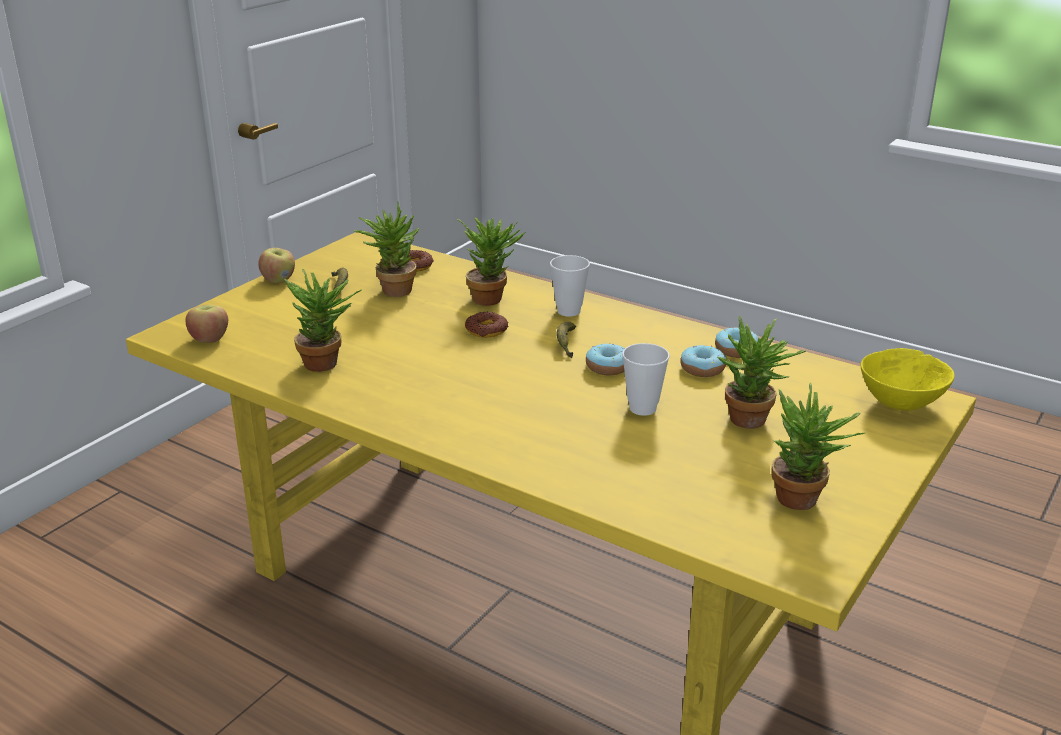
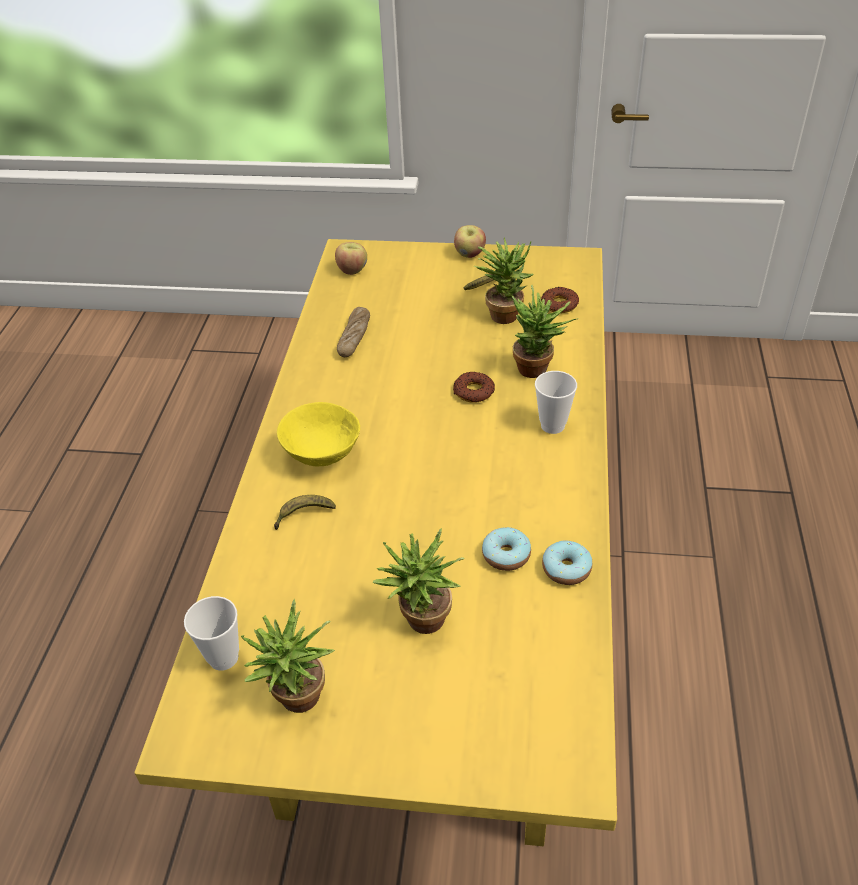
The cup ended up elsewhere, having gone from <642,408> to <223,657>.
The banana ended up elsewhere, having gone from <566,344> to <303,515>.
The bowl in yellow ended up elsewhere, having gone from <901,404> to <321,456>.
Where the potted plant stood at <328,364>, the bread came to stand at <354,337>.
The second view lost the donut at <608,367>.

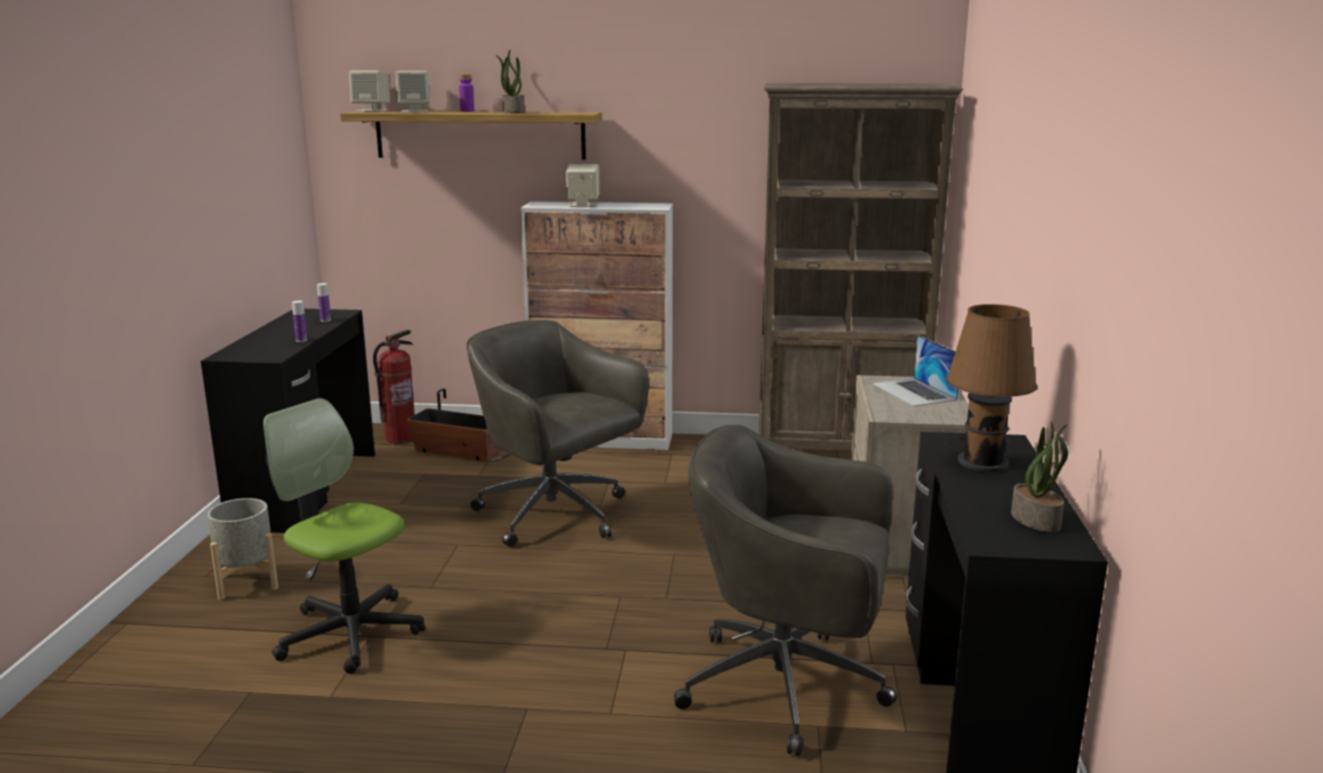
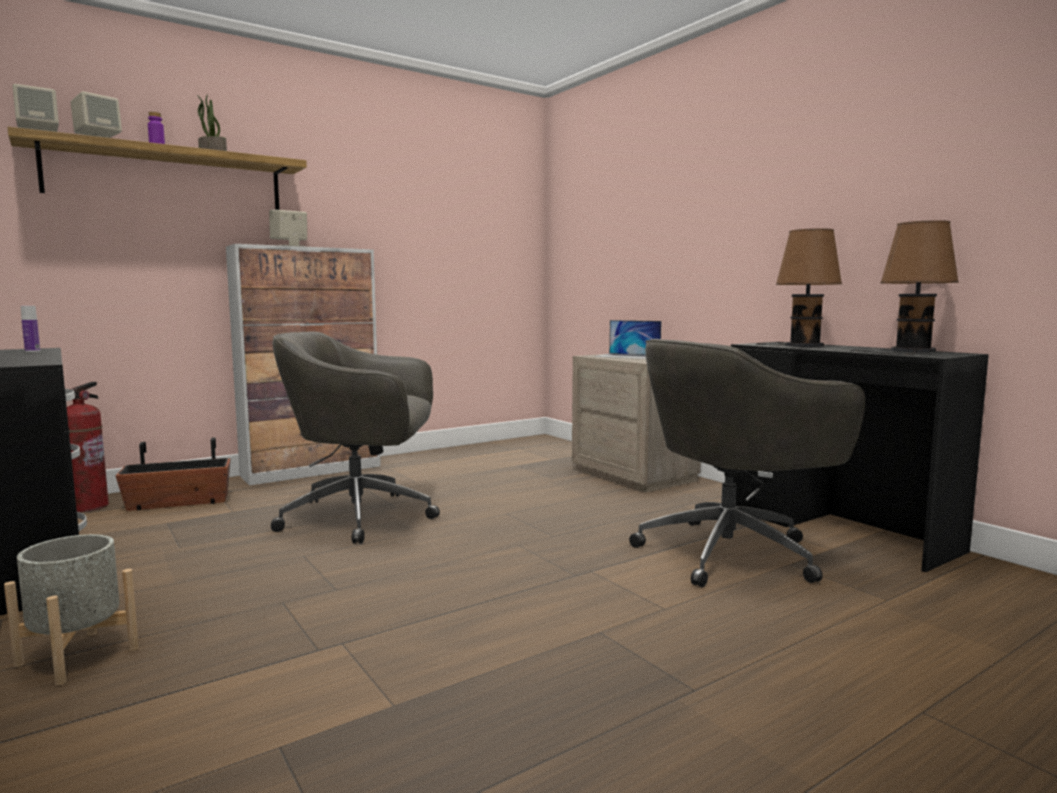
Where the potted plant stood at <1036,520>, the table lamp in brown came to stand at <910,351>.
The second view lost the office chair at <350,633>.
The second view lost the bottle at <301,340>.
The second view lost the bookcase in brown at <840,451>.

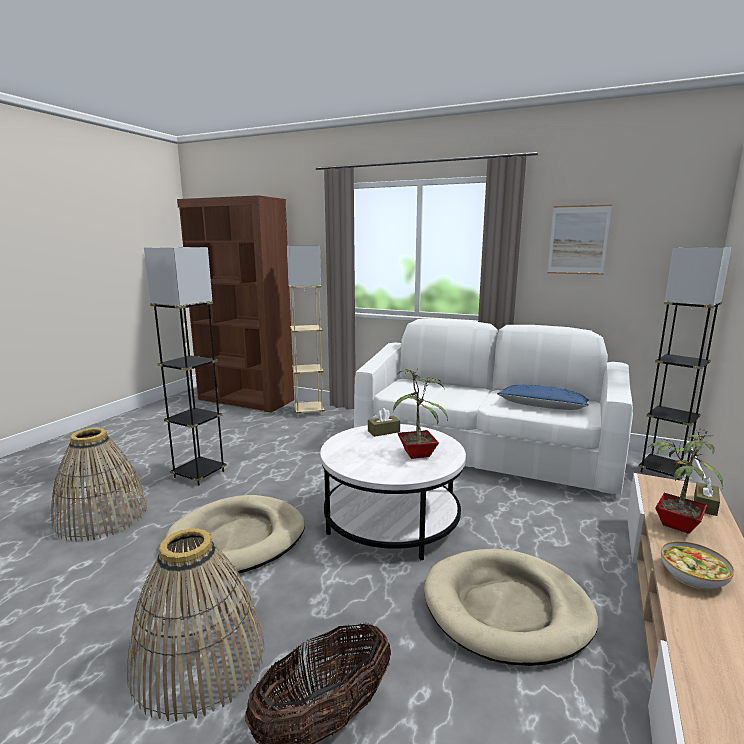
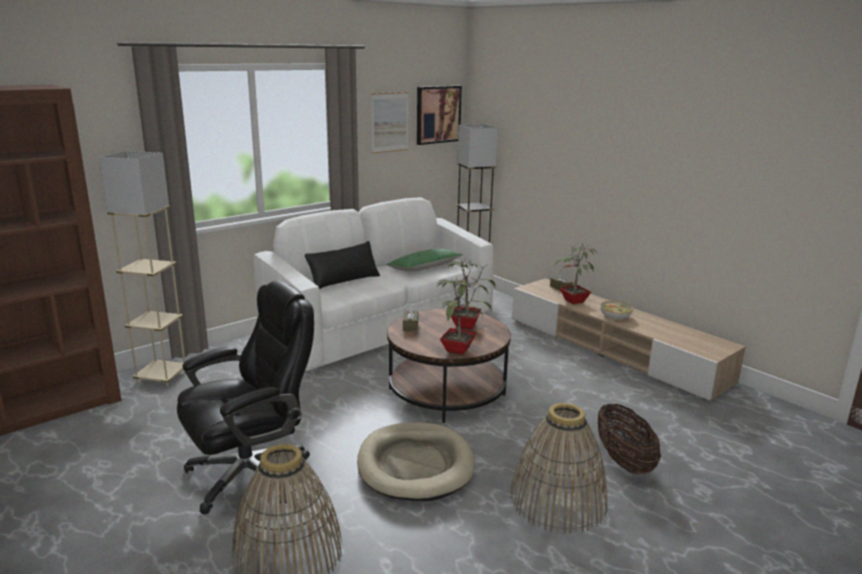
Where the floor lamp in grey stood at <199,474>, the office chair in black came to stand at <251,474>.
The second view gained the pillow in black at <343,280>.
What was the pillow in blue at <542,406> turned into the pillow in green at <424,268>.
What was the coffee table in white at <391,520> turned into the coffee table in brown at <447,391>.
The second view gained the picture at <438,114>.
The second view gained the potted plant at <458,349>.
The second view lost the dog bed in beige at <506,609>.

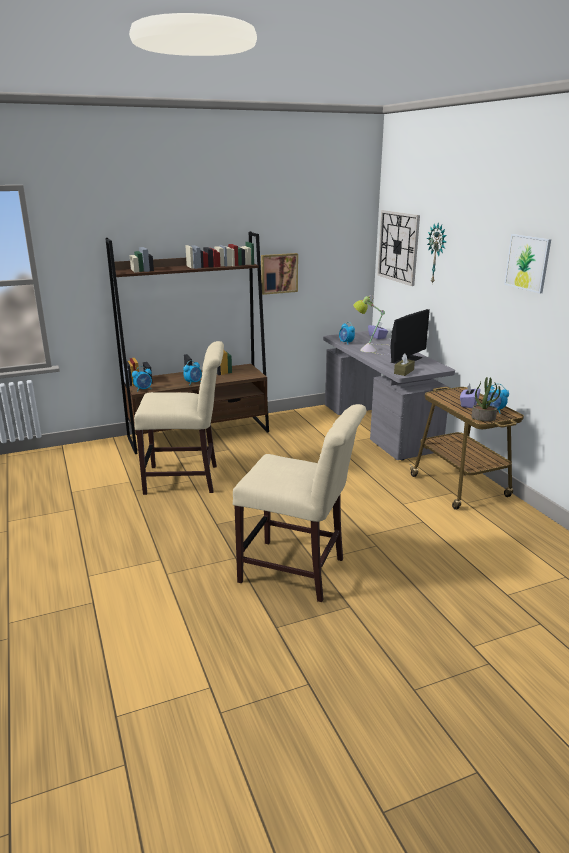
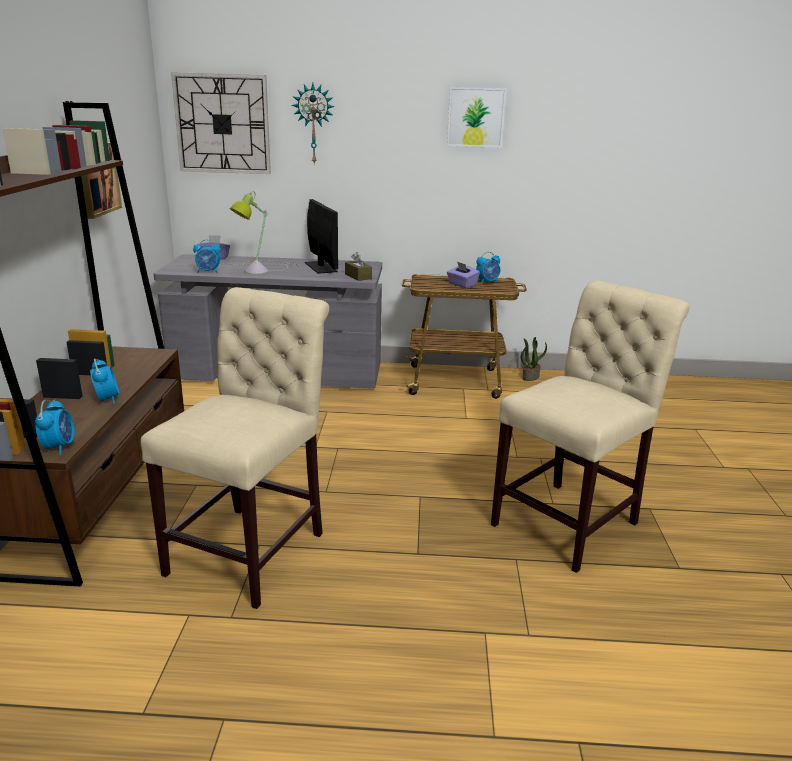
The potted plant ended up elsewhere, having gone from <483,418> to <530,377>.

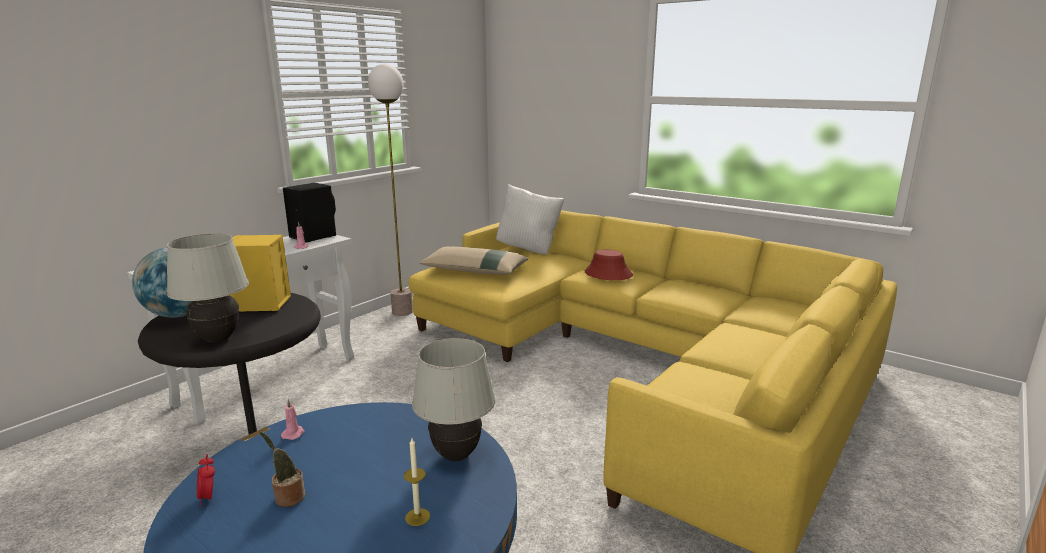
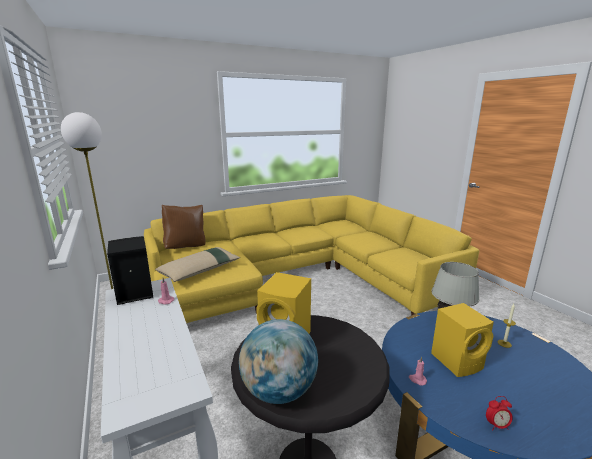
What was the pillow in white at <529,249> turned into the pillow in brown at <186,247>.
The second view gained the speaker in yellow at <458,361>.
The second view lost the table lamp in white at <218,339>.
The second view lost the potted plant at <288,497>.
The second view lost the hat in red at <608,274>.

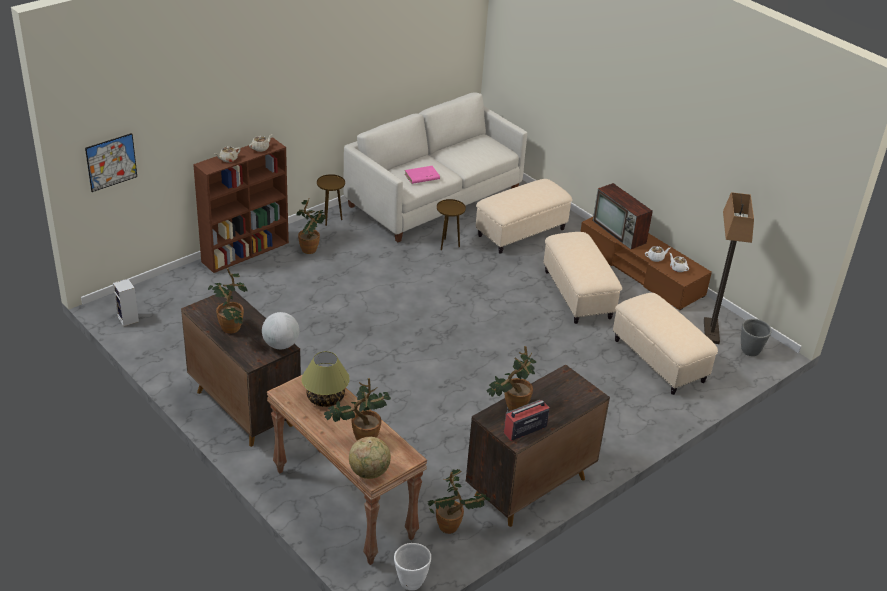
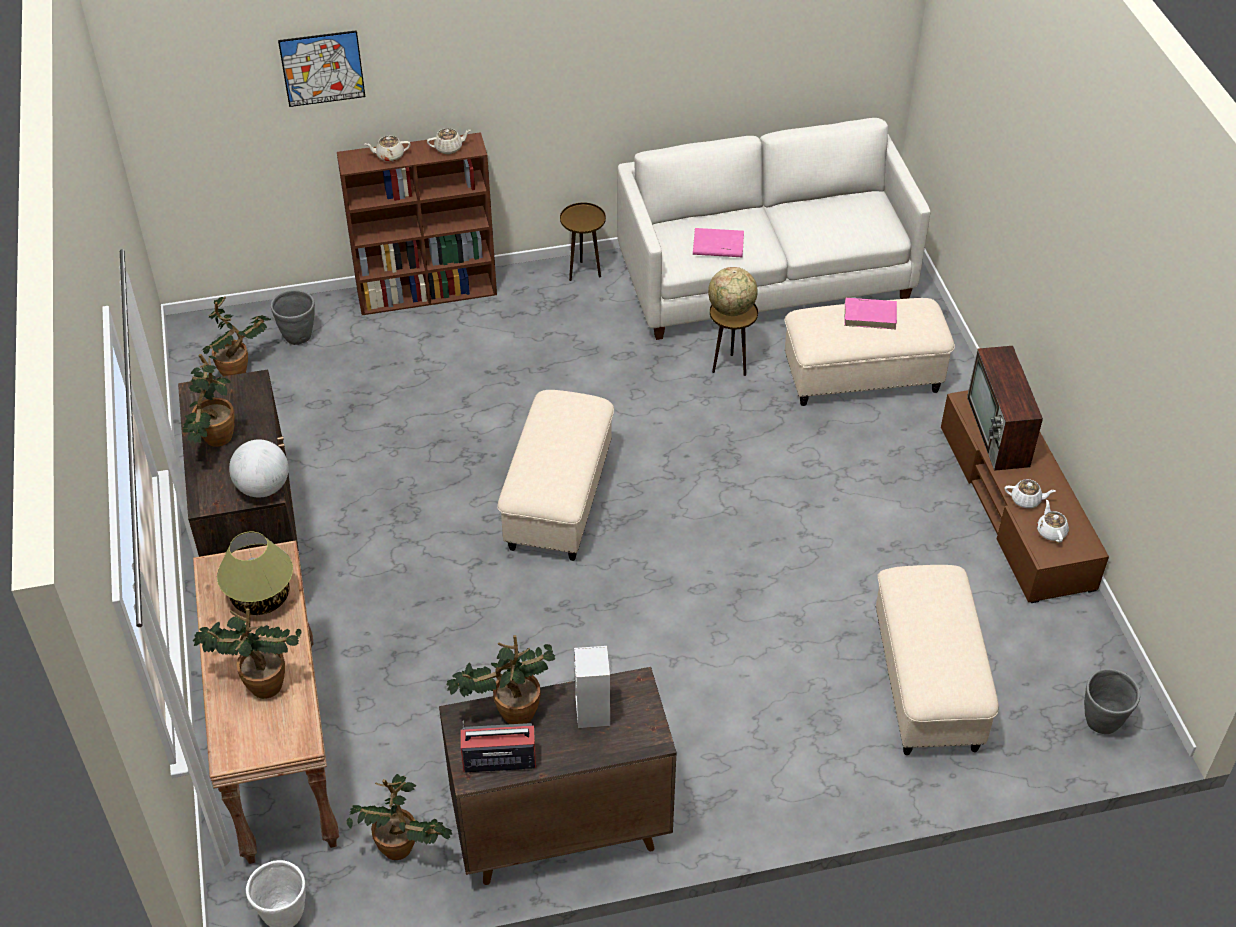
The potted plant ended up elsewhere, having gone from <311,248> to <240,371>.
The second view gained the planter in grey at <298,337>.
The picture ended up elsewhere, having gone from <111,162> to <322,68>.
The ottoman in beige ended up elsewhere, having gone from <576,294> to <558,499>.
The speaker ended up elsewhere, having gone from <128,319> to <593,713>.
The globe ended up elsewhere, having gone from <369,472> to <731,310>.
The second view gained the book in pink at <870,315>.
The second view lost the floor lamp at <711,332>.

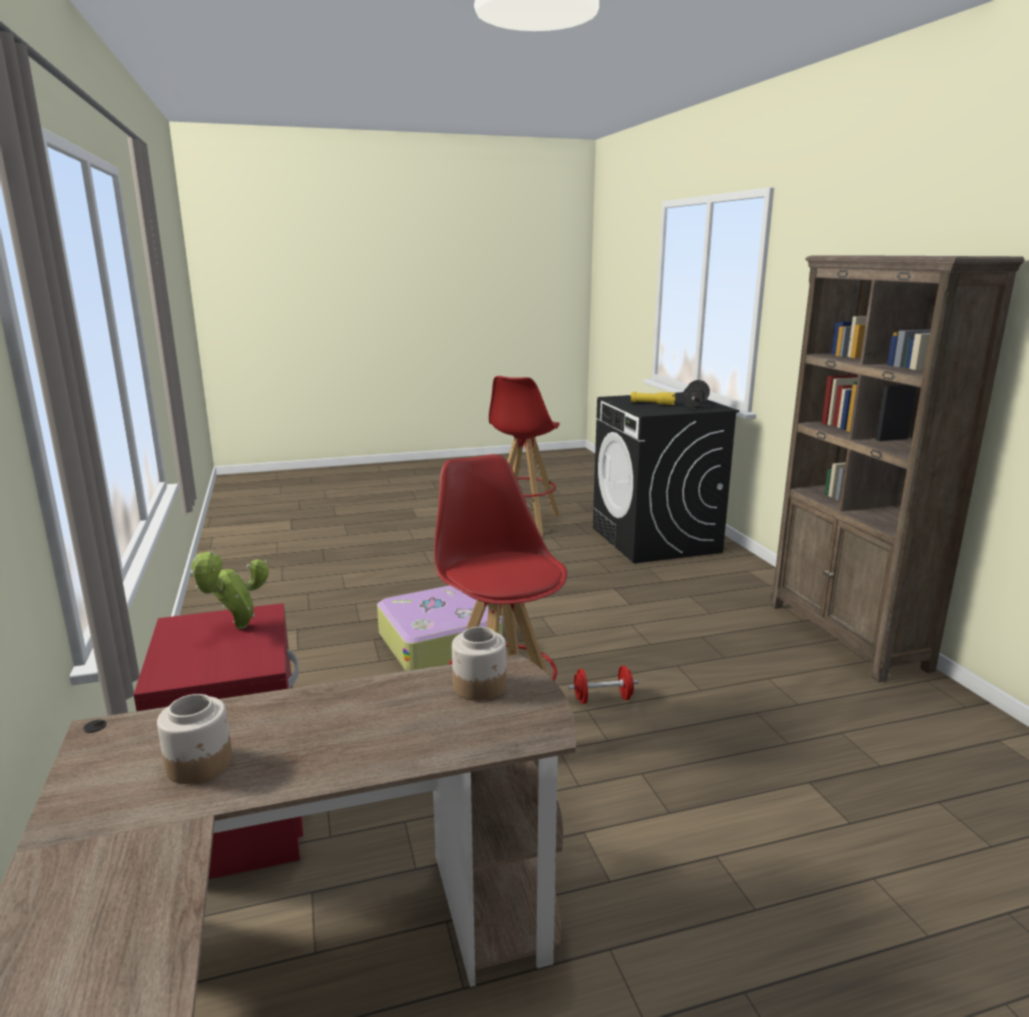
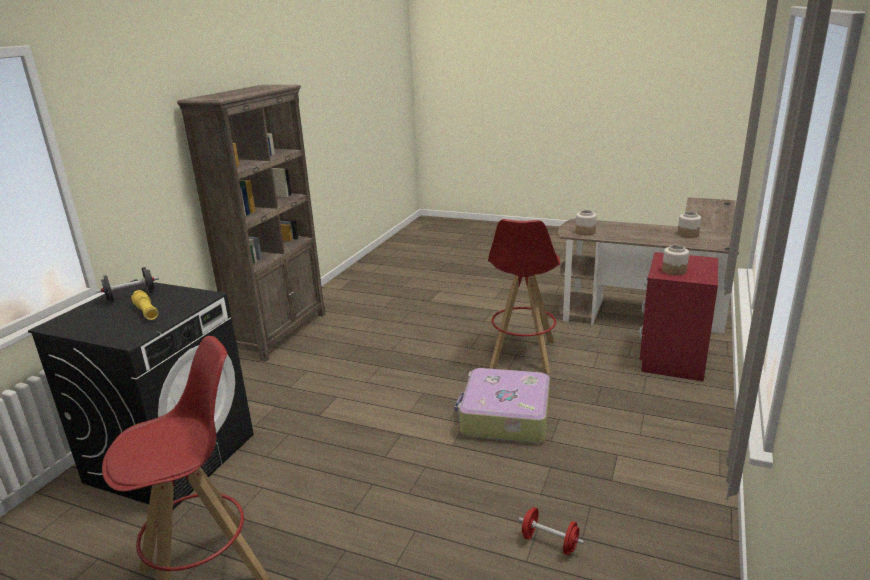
The dumbbell in red ended up elsewhere, having gone from <602,699> to <549,542>.
Where the potted plant stood at <237,628>, the jar came to stand at <674,270>.

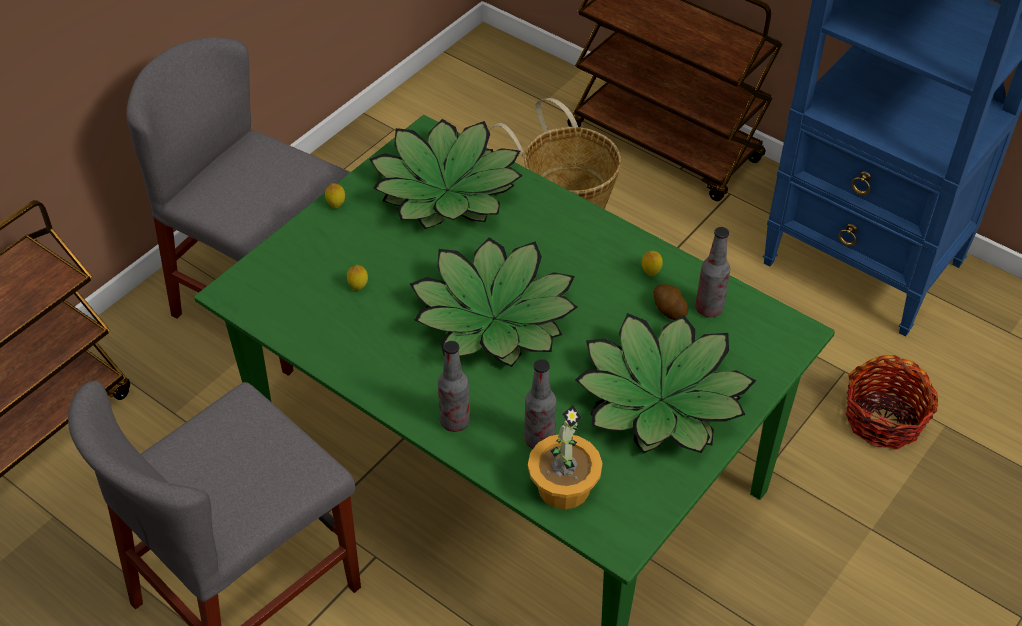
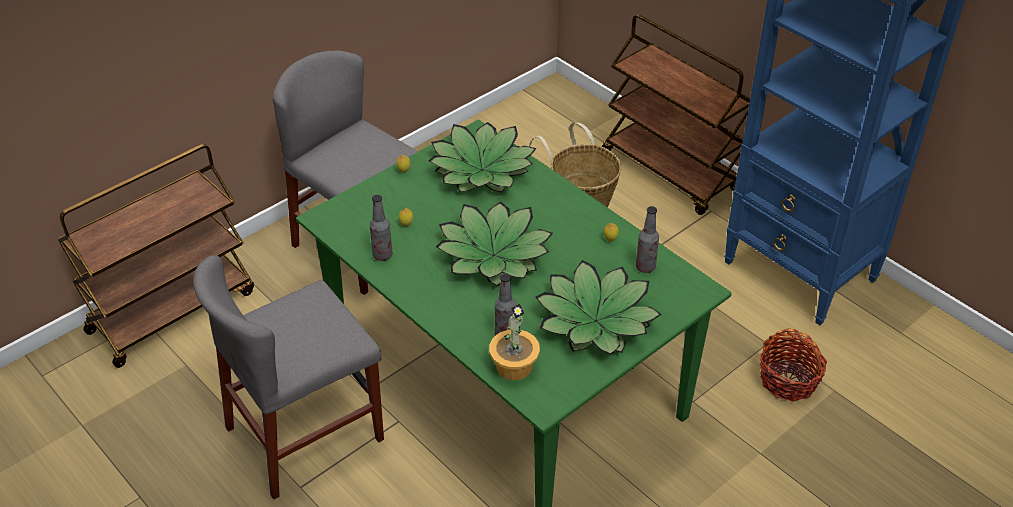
The bottle ended up elsewhere, having gone from <455,421> to <382,255>.
The second view lost the potato at <668,310>.

